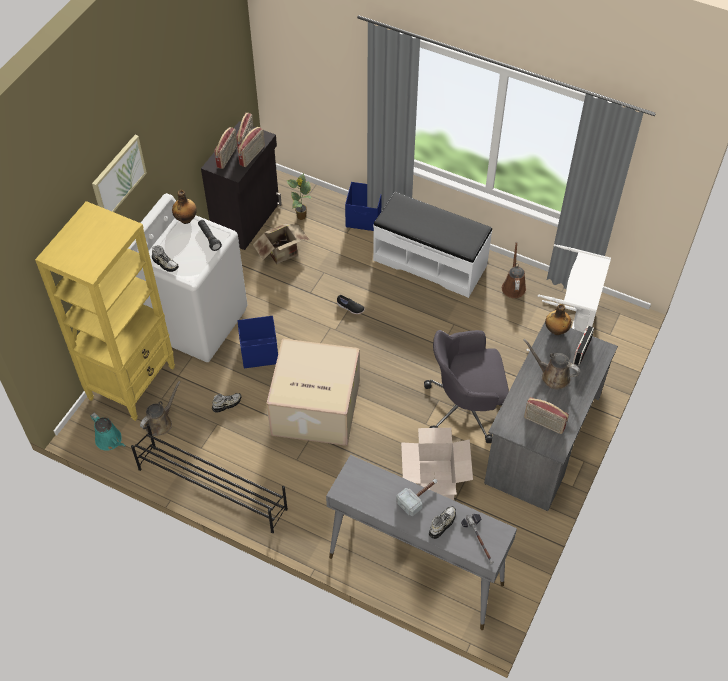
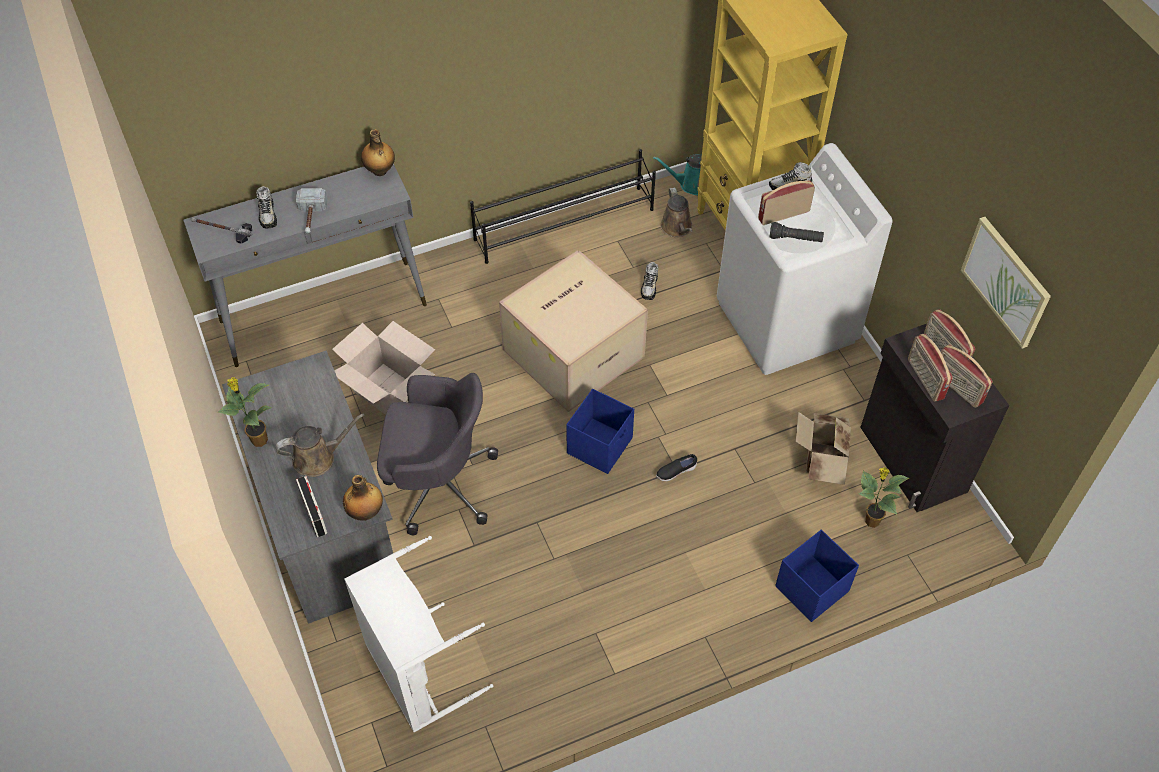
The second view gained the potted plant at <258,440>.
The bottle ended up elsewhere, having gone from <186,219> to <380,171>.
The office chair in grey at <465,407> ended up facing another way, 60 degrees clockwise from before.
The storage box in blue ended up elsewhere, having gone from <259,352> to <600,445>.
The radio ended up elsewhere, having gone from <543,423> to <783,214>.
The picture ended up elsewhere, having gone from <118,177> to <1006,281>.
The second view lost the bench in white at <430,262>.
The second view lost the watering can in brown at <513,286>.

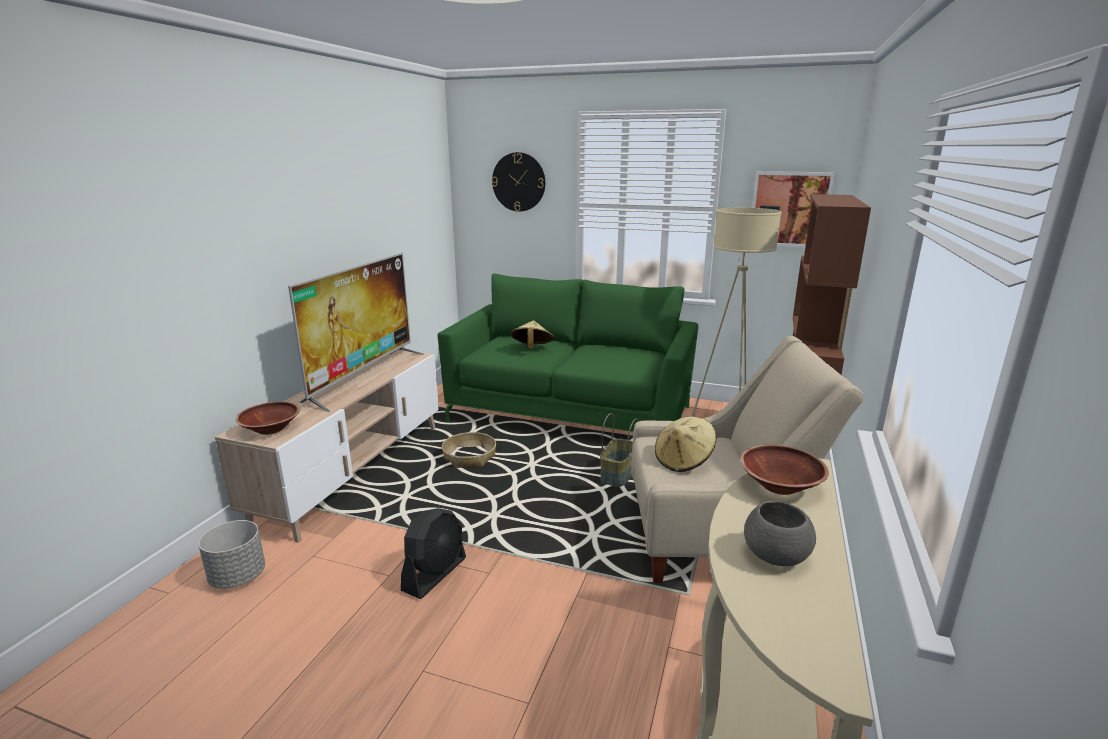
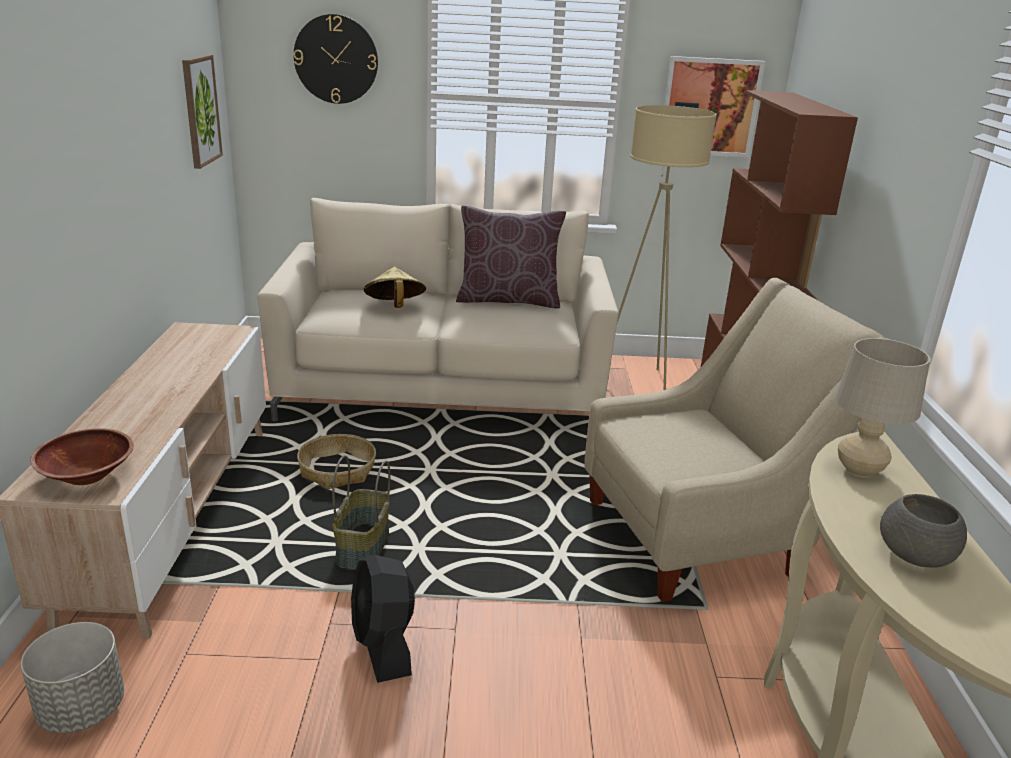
The second view gained the picture at <200,110>.
What was the sofa in green at <570,414> turned into the sofa in beige at <443,391>.
The basket ended up elsewhere, having gone from <618,475> to <364,548>.
The fan in black at <435,574> ended up facing another way, 150 degrees clockwise from before.
The second view gained the pillow in brown at <508,300>.
Where the bowl in brown stood at <780,486>, the table lamp in beige came to stand at <859,470>.
The second view lost the television at <364,377>.
The second view lost the hat in beige at <683,461>.

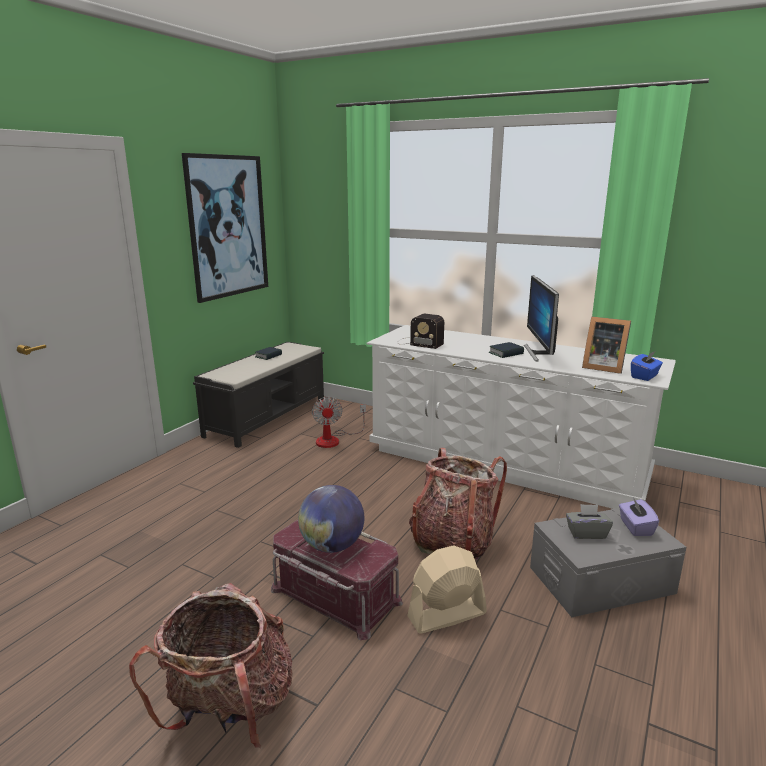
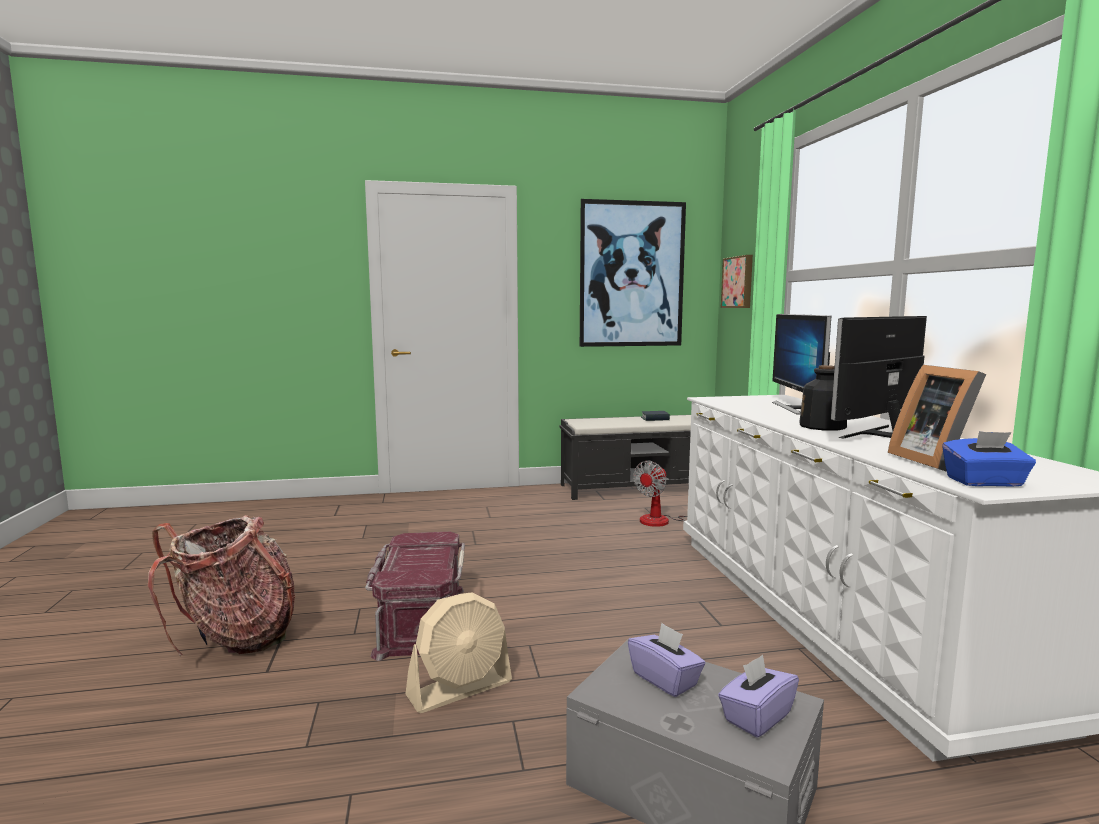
The fan in beige at <446,615> ended up facing another way, 120 degrees clockwise from before.
What was the tissue box in grey at <586,533> turned into the tissue box in purple at <665,679>.
The second view gained the picture at <738,282>.
The second view gained the monitor at <797,408>.
Where the book stood at <506,353>, the bottle came to stand at <822,426>.
The second view lost the globe at <332,546>.
The second view lost the radio at <418,343>.
The second view lost the backpack at <452,542>.

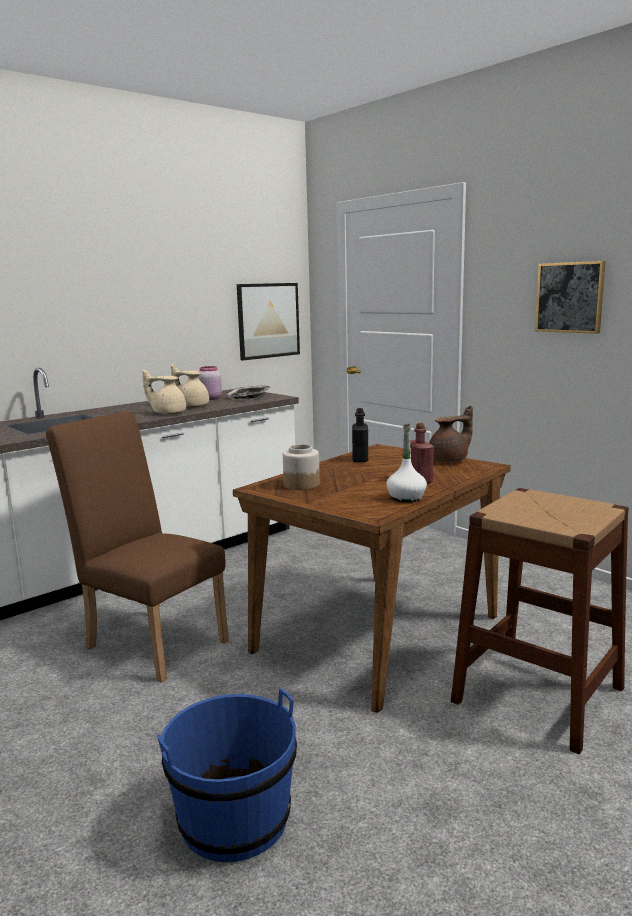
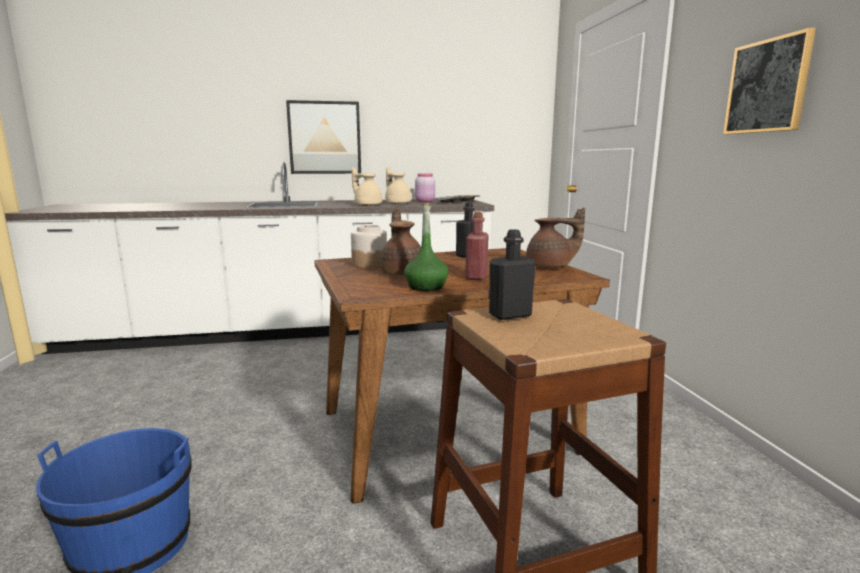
The picture ended up elsewhere, having gone from <268,320> to <324,138>.
The second view gained the teapot in brown at <403,273>.
What was the bottle in white at <406,498> turned into the bottle in green at <426,287>.
The second view gained the bottle in black at <510,315>.
The second view lost the chair in brown at <151,640>.

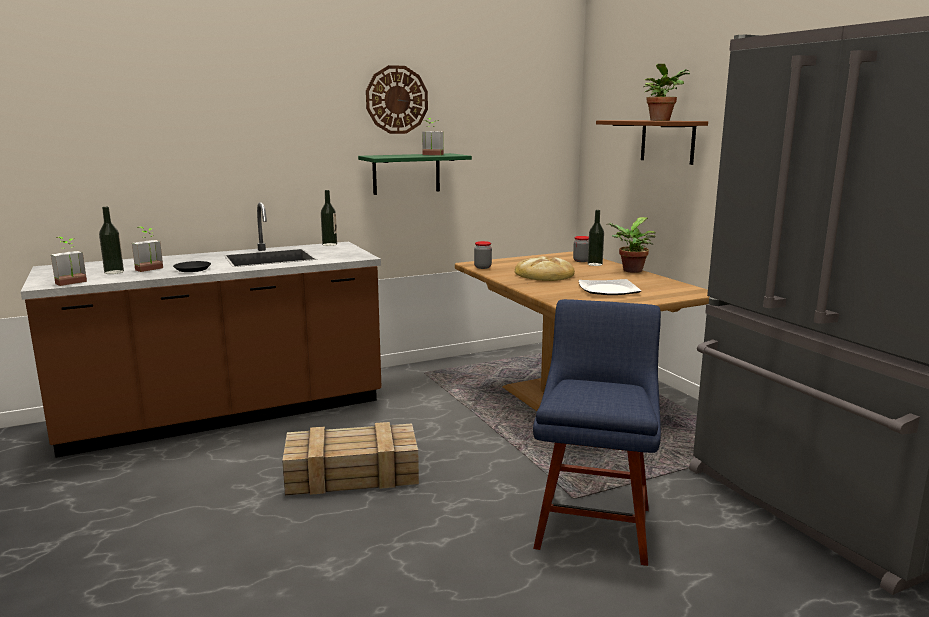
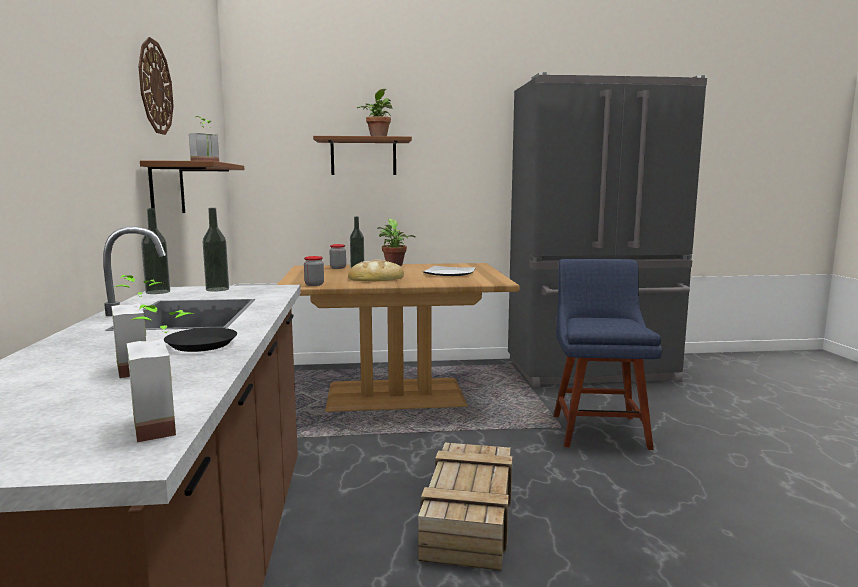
What was the shelf in green at <406,173> turned into the shelf in brown at <167,189>.
The bottle ended up elsewhere, having gone from <114,272> to <217,289>.
The chair in blue at <594,523> ended up facing another way, 60 degrees clockwise from before.

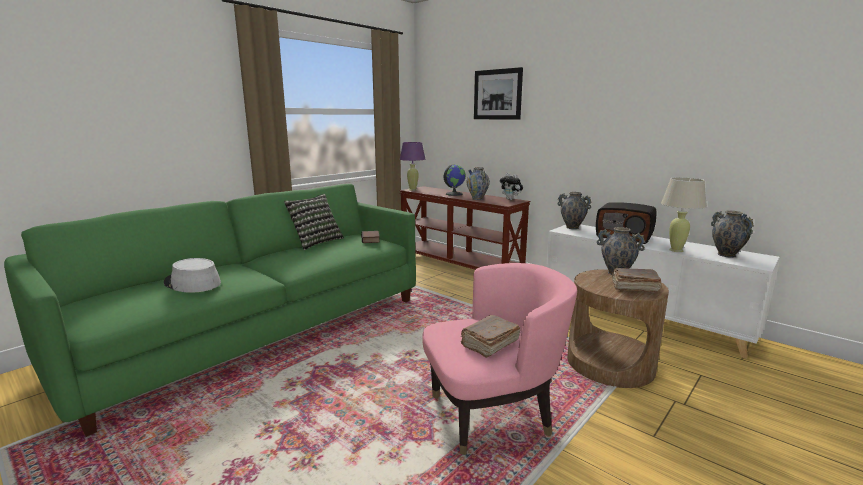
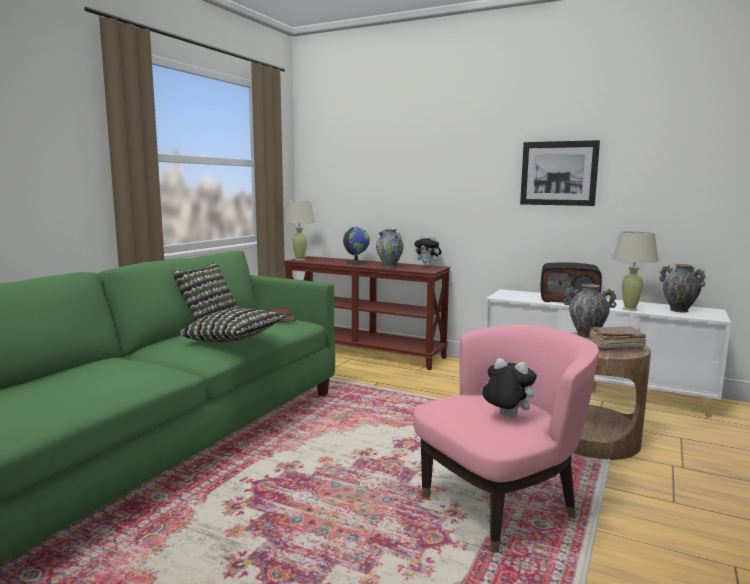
The second view gained the pillow at <234,340>.
What was the table lamp in purple at <412,189> turned into the table lamp in beige at <299,260>.
Where the book in brown stood at <489,344>, the plush toy came to stand at <505,417>.
The picture ended up elsewhere, having gone from <497,94> to <558,173>.
The second view lost the hat in grey at <192,283>.
The second view lost the vase at <572,227>.

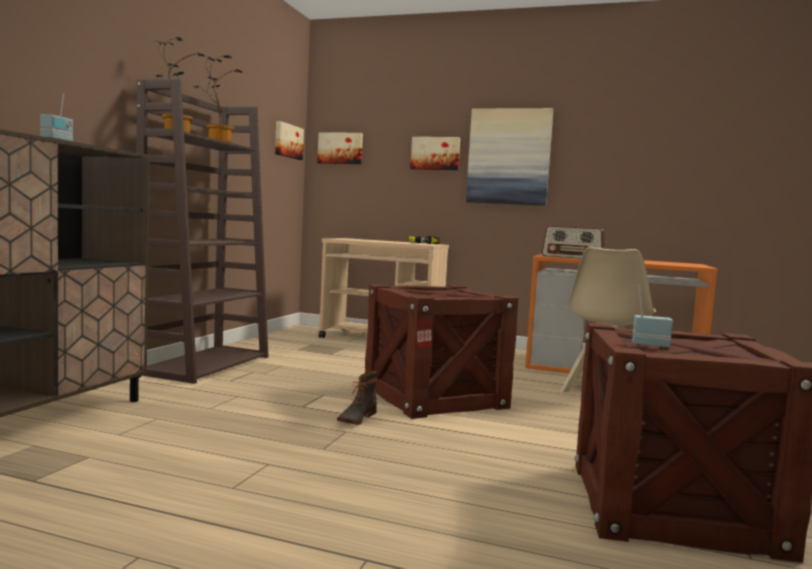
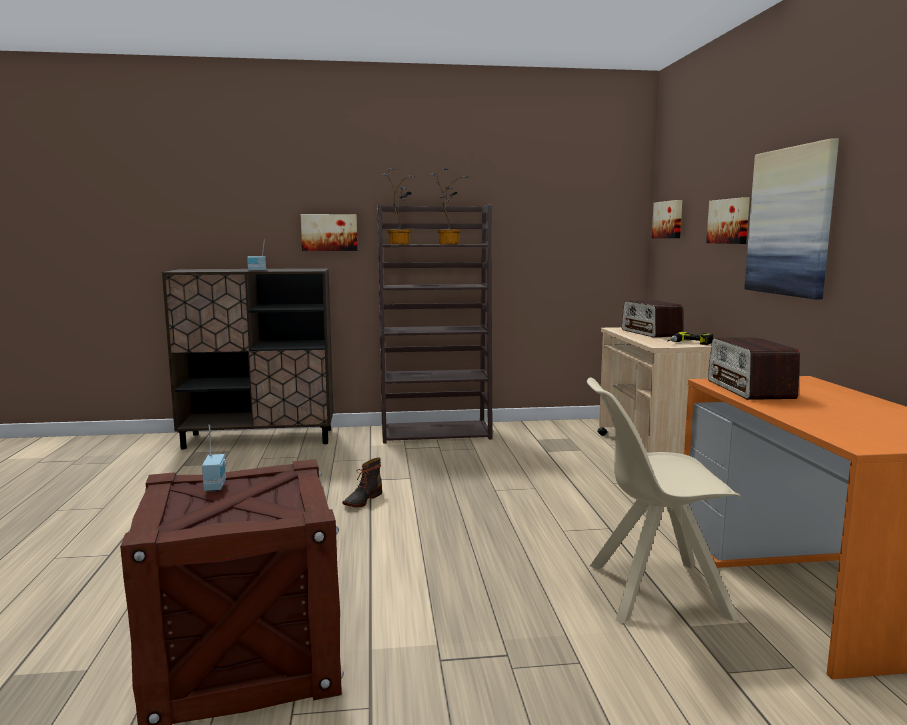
The picture ended up elsewhere, having gone from <287,141> to <329,232>.
The boot at <356,418> ended up facing another way, 60 degrees counterclockwise from before.
The second view gained the radio at <651,333>.
The second view lost the crate at <434,397>.

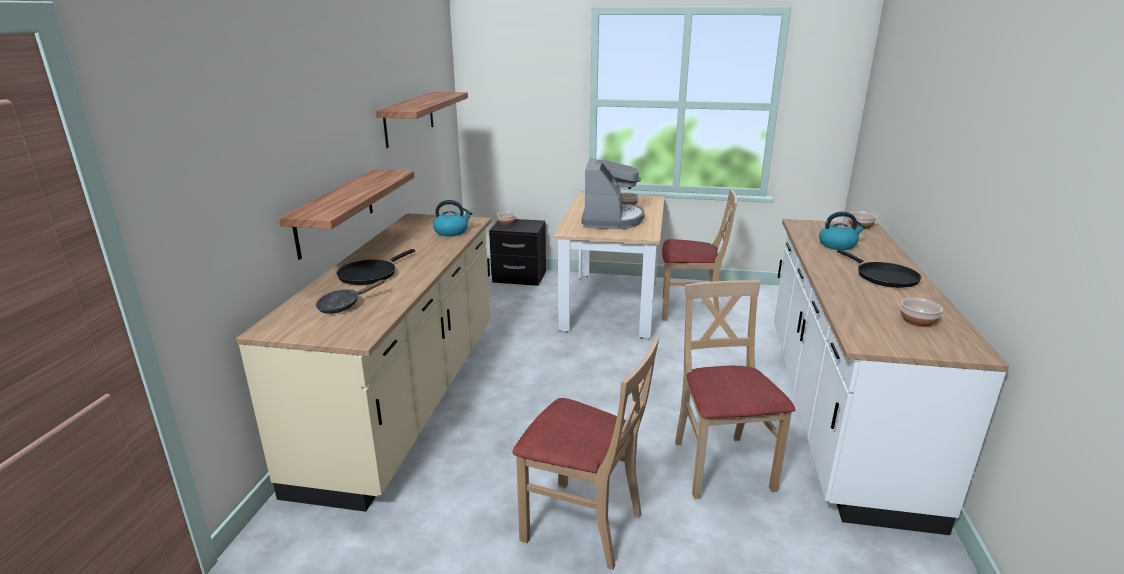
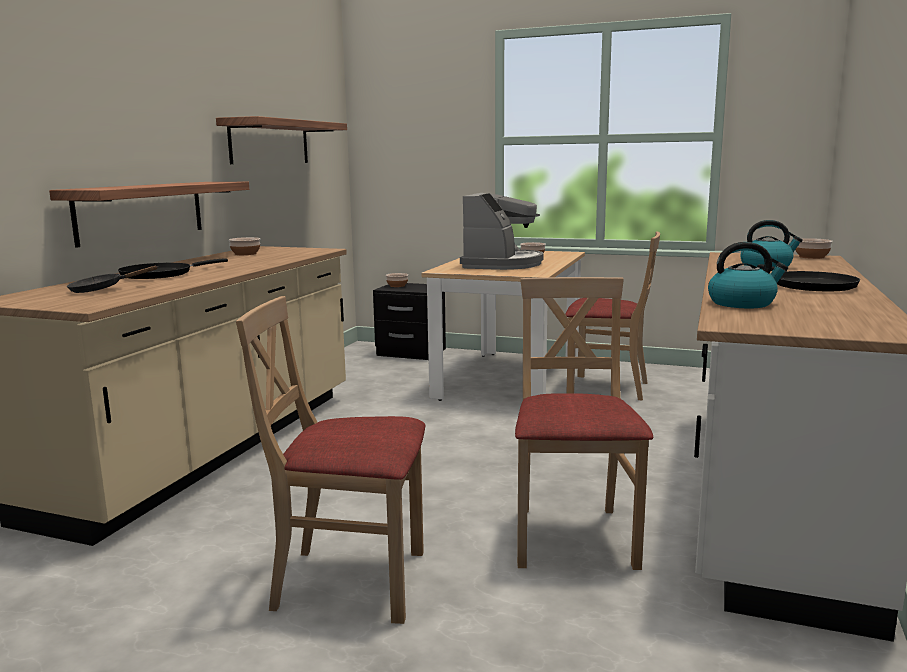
The bowl ended up elsewhere, having gone from <918,321> to <245,254>.
The chair in beige at <582,524> ended up facing another way, 150 degrees clockwise from before.
The kettle ended up elsewhere, having gone from <451,232> to <742,303>.

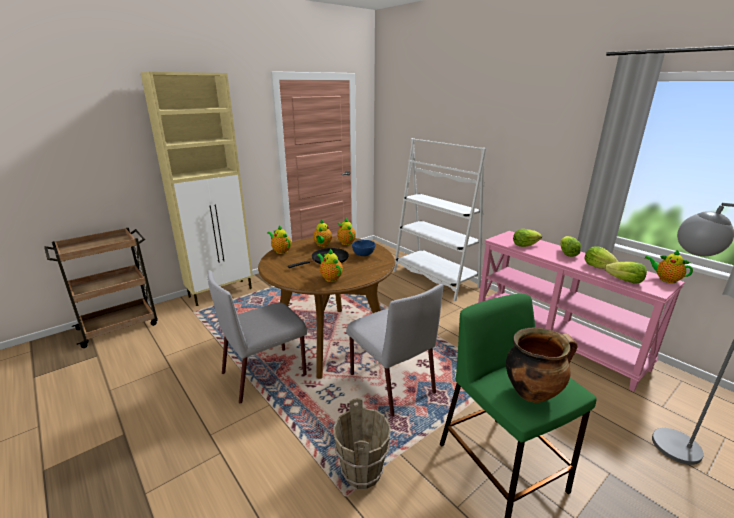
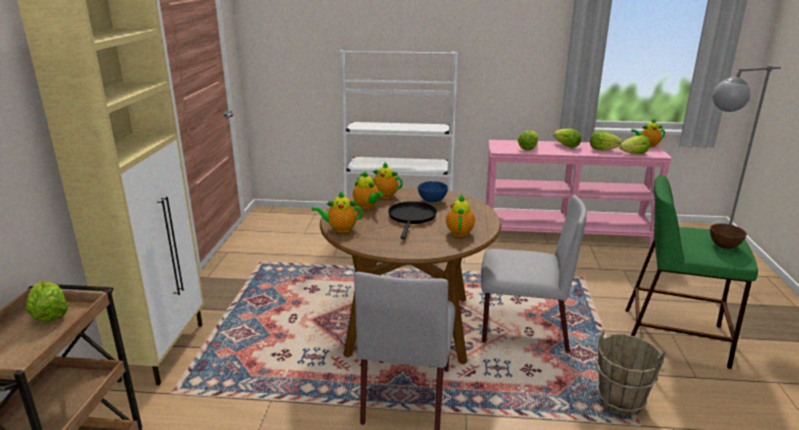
The second view gained the lettuce at <49,314>.
The teapot at <330,278> ended up facing another way, 90 degrees clockwise from before.
Where the cooking pot stood at <532,392>, the bowl in brown came to stand at <724,245>.

